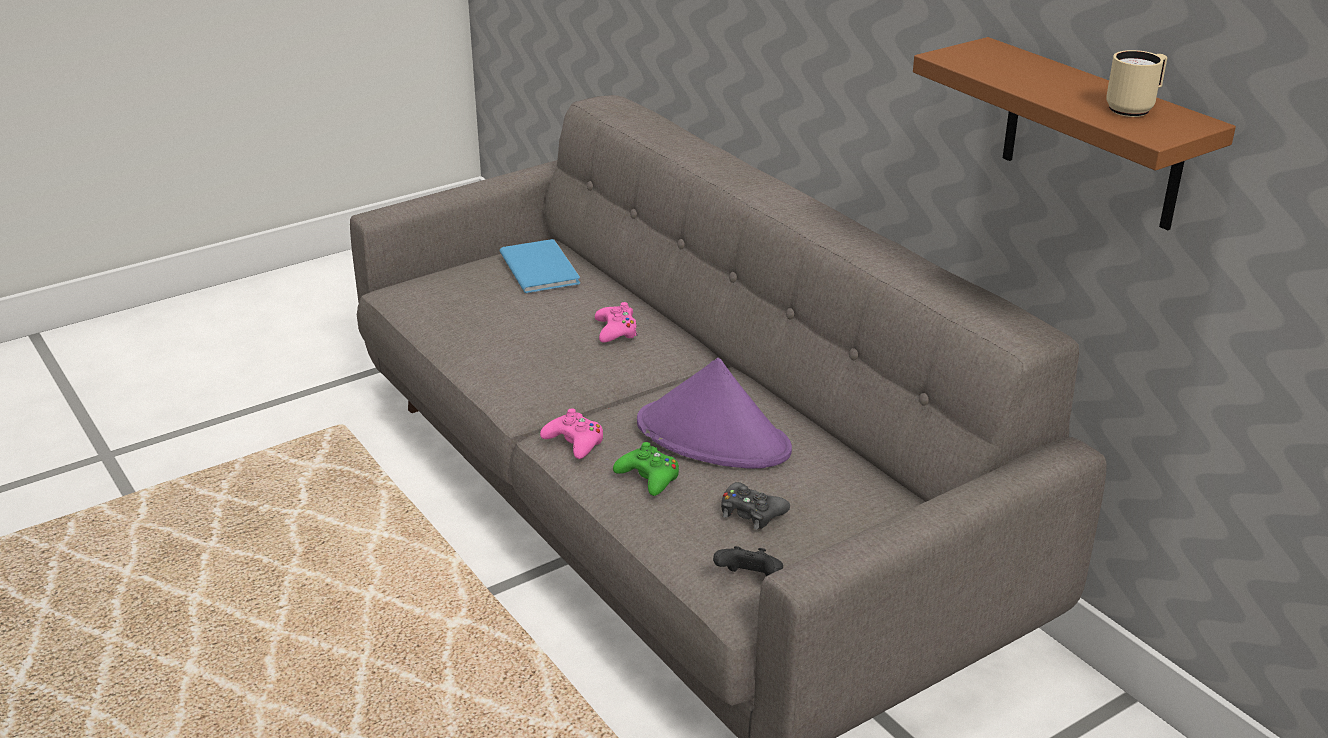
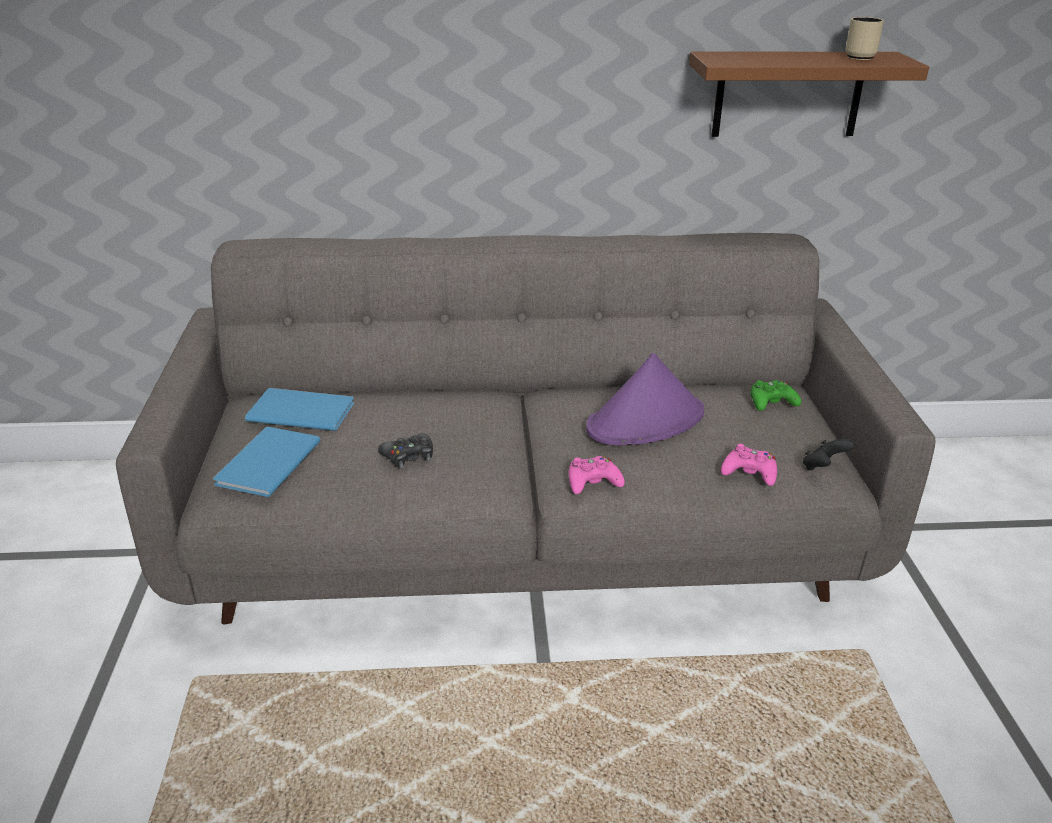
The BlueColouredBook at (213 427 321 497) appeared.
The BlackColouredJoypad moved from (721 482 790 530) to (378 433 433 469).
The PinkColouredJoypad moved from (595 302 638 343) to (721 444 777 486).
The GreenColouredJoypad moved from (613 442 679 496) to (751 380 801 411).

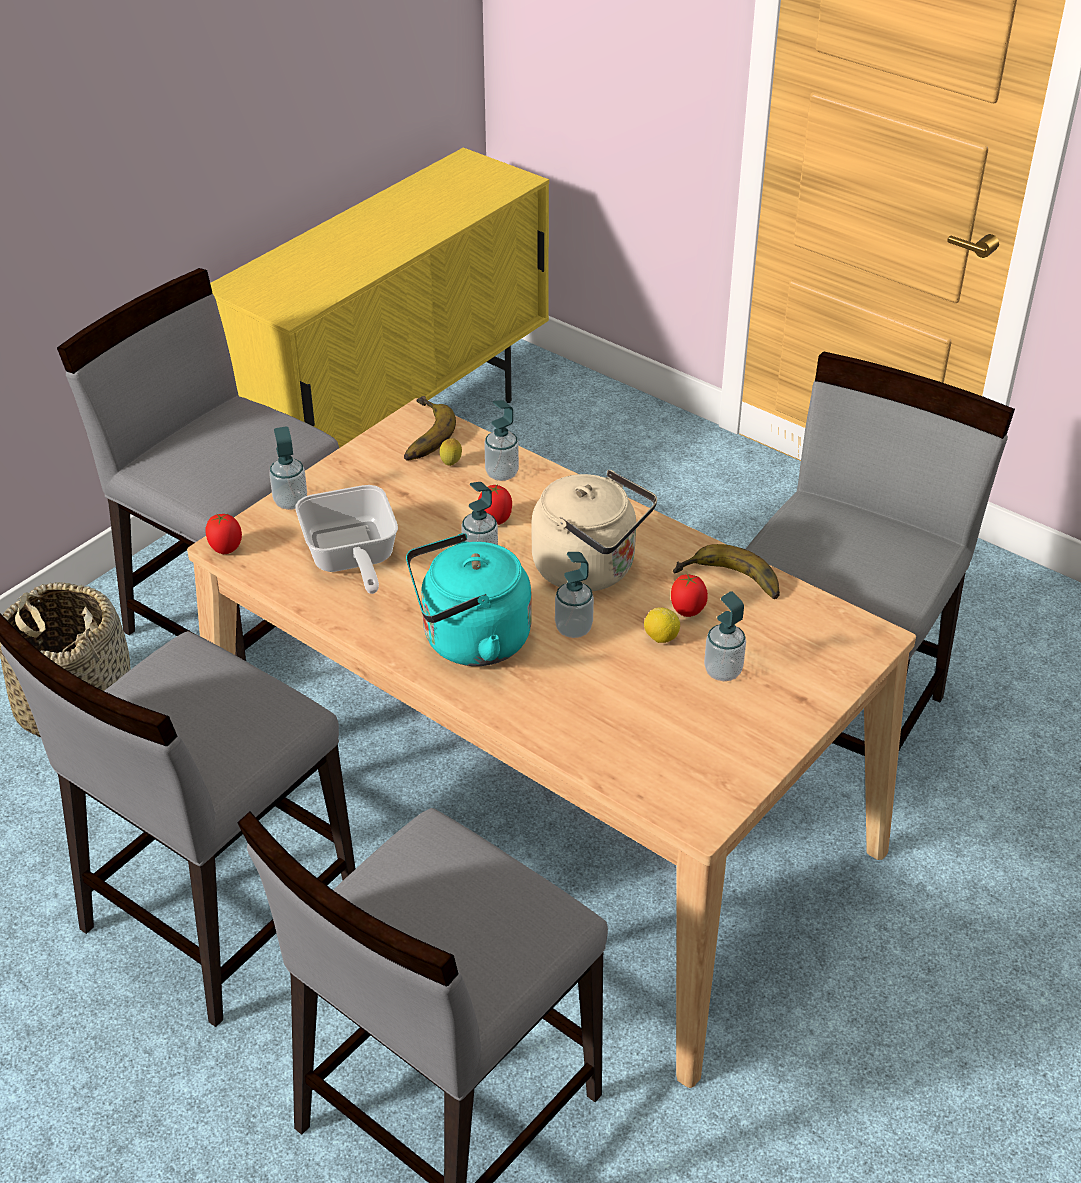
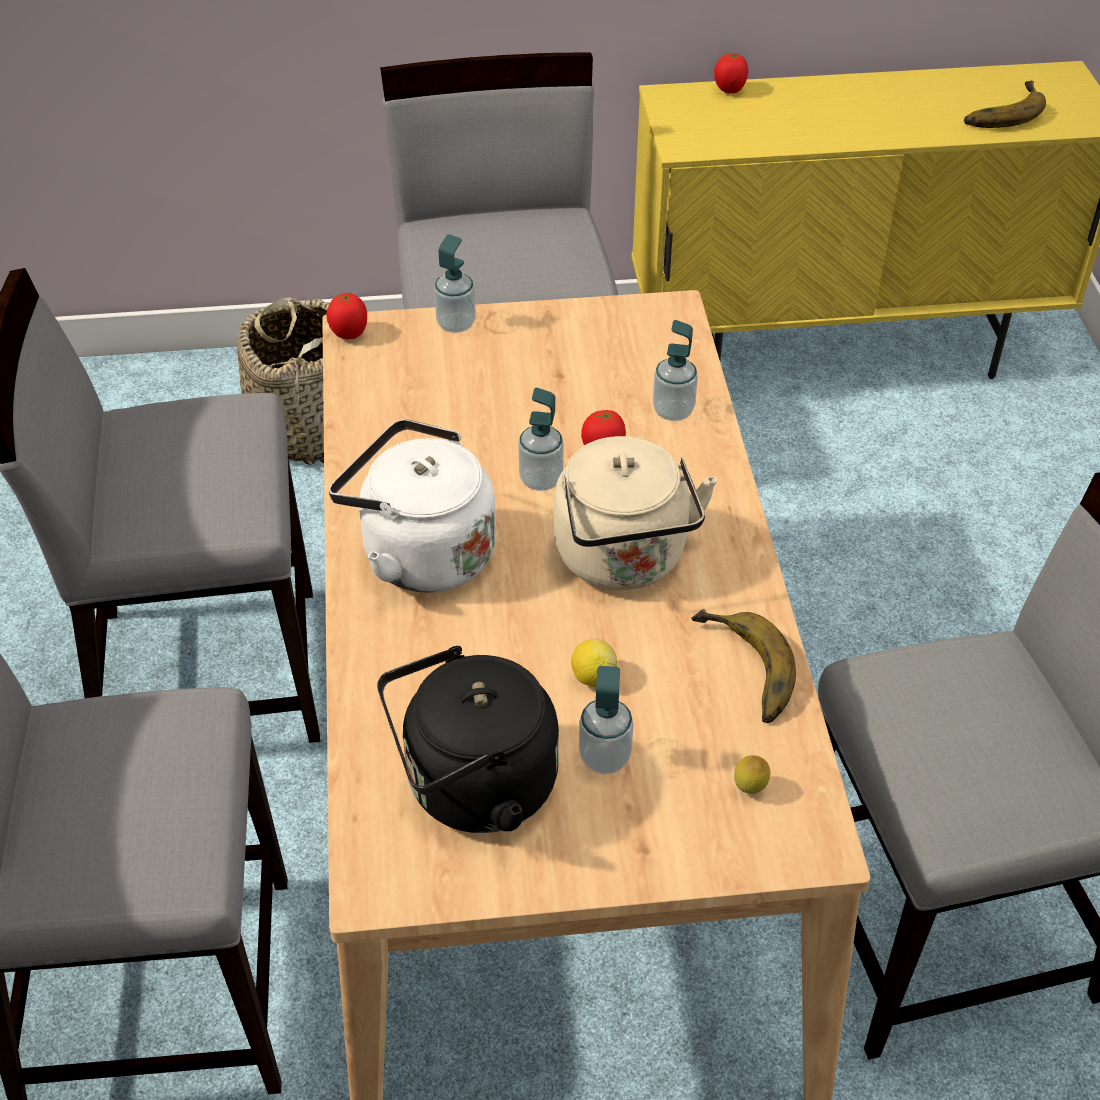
The BlueGreenKettle at (406 533 532 666) became the WhitishKettle at (329 419 496 593).
The BlackColouredKettle at (377 646 559 833) appeared.
The WholeTomato moved from (671 574 708 617) to (714 53 748 94).
The Lemon moved from (439 438 462 466) to (734 755 771 794).
The Banana moved from (404 396 456 460) to (964 81 1046 128).
The Skillet at (295 485 398 594) disappeared.
The LiquidSoapBottle at (555 552 594 638) disappeared.

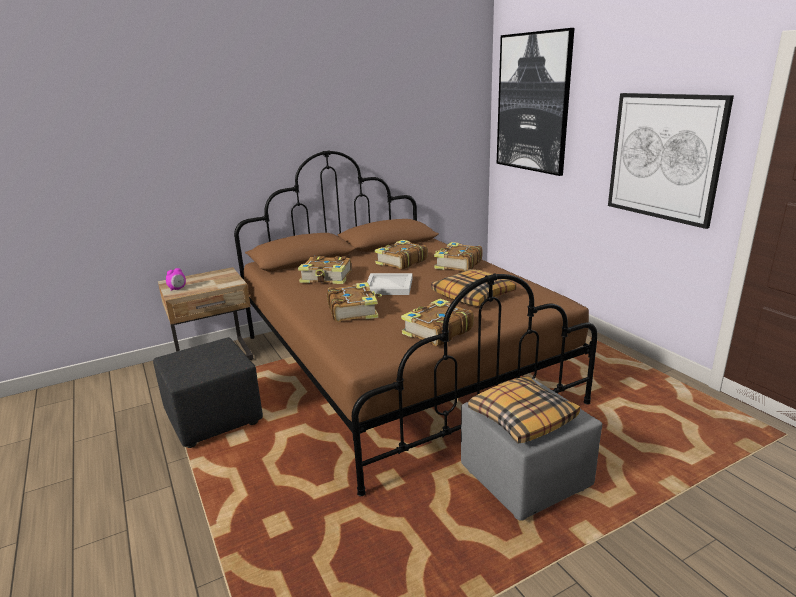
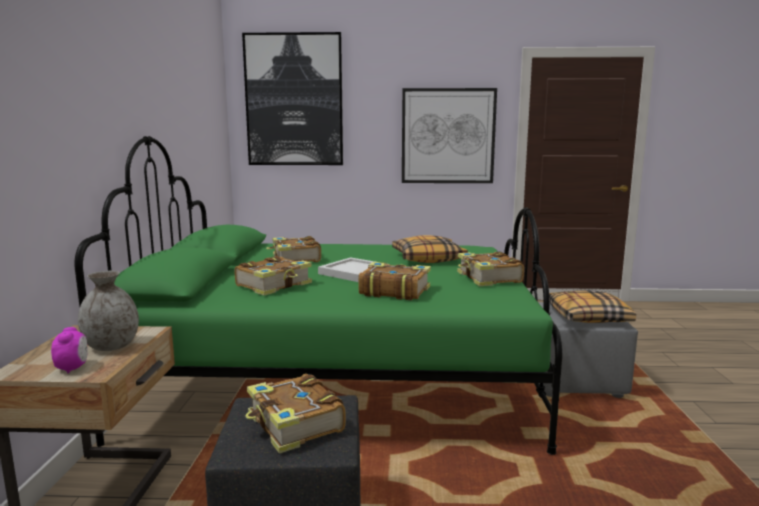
The BrownColouredBed at (234 150 598 496) became the GreenColouredBed at (74 136 562 455).
The GreyVase at (78 271 139 351) appeared.
The Book moved from (434 242 483 271) to (245 374 346 454).

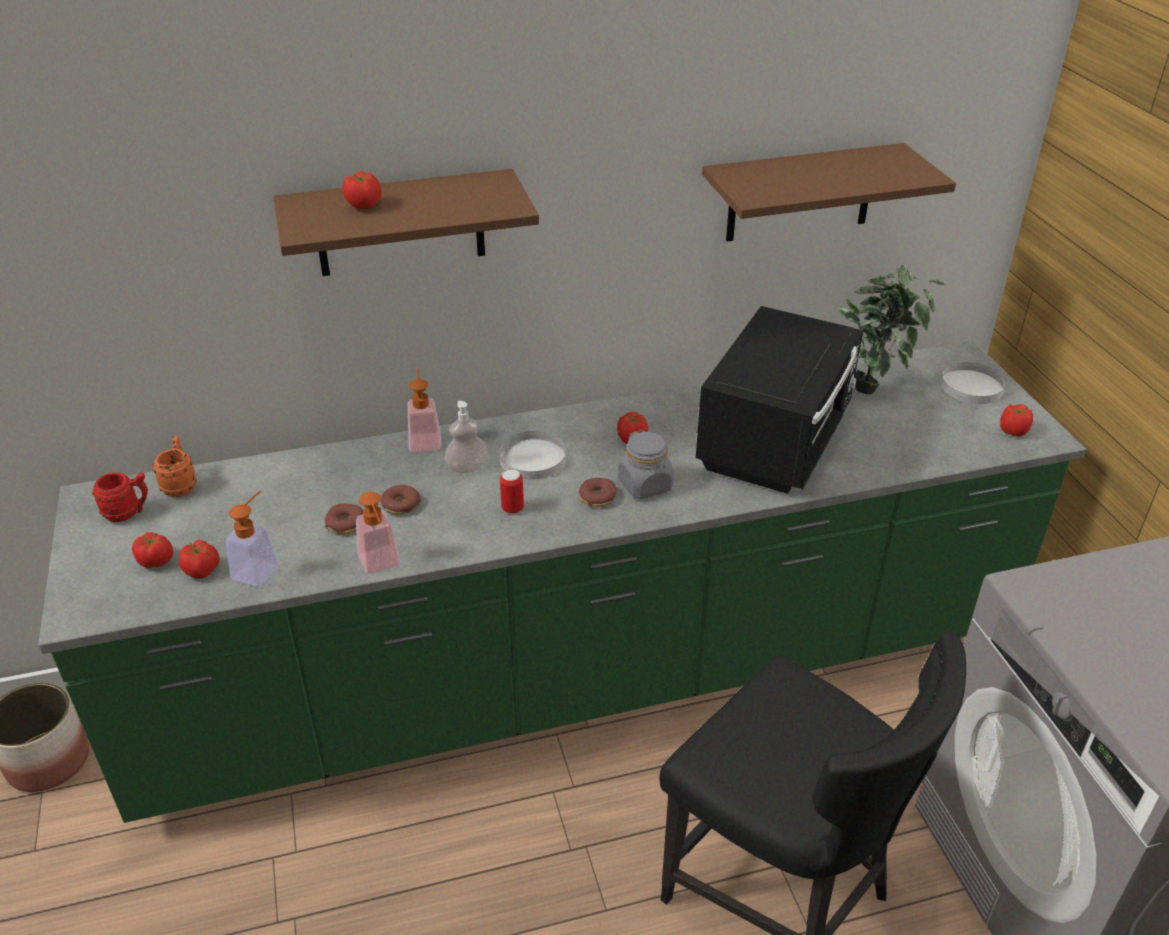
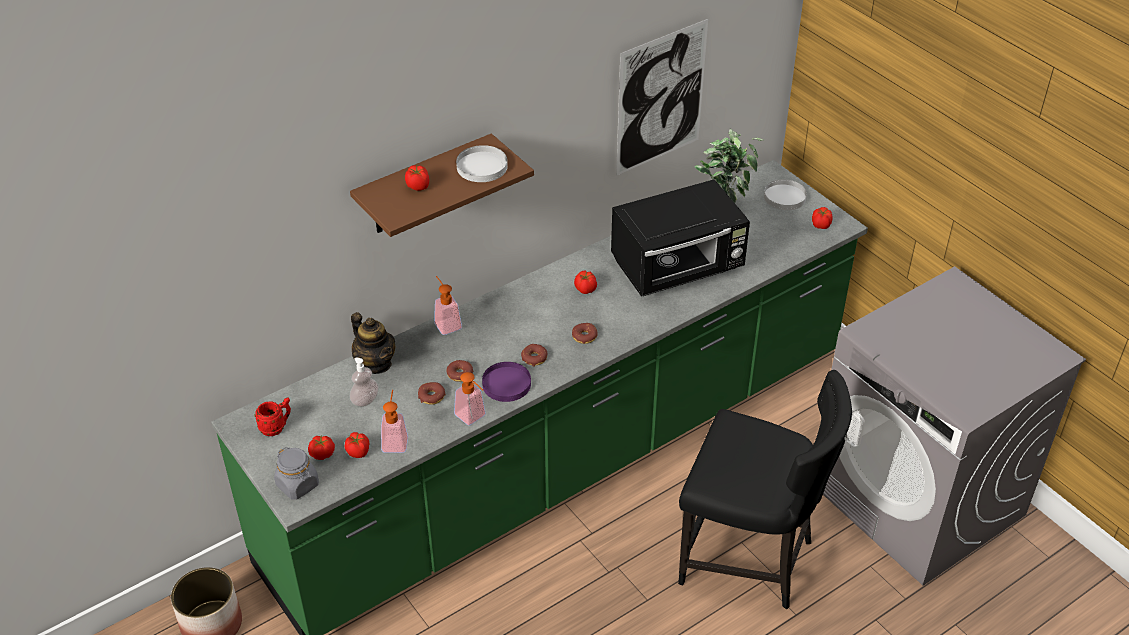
The GreyStorageJar moved from (618 430 674 499) to (274 447 319 500).
The LiquidSoapBottle moved from (445 400 488 473) to (349 358 379 407).
The PotForTea at (351 312 395 374) appeared.
The WhitishPlate moved from (499 431 566 480) to (456 145 508 182).
The PurplishPlate at (482 362 531 402) appeared.
The Can at (500 469 524 514) was replaced by the Donut at (521 344 547 367).
The BlackColouredMicrowave at (696 306 863 494) turned 60 degrees clockwise.
The BrownColouredBracketShelf at (702 143 956 242) was replaced by the WallPicture at (616 19 708 176).
The OrangeColouredCoffeeMug at (153 436 197 497) disappeared.

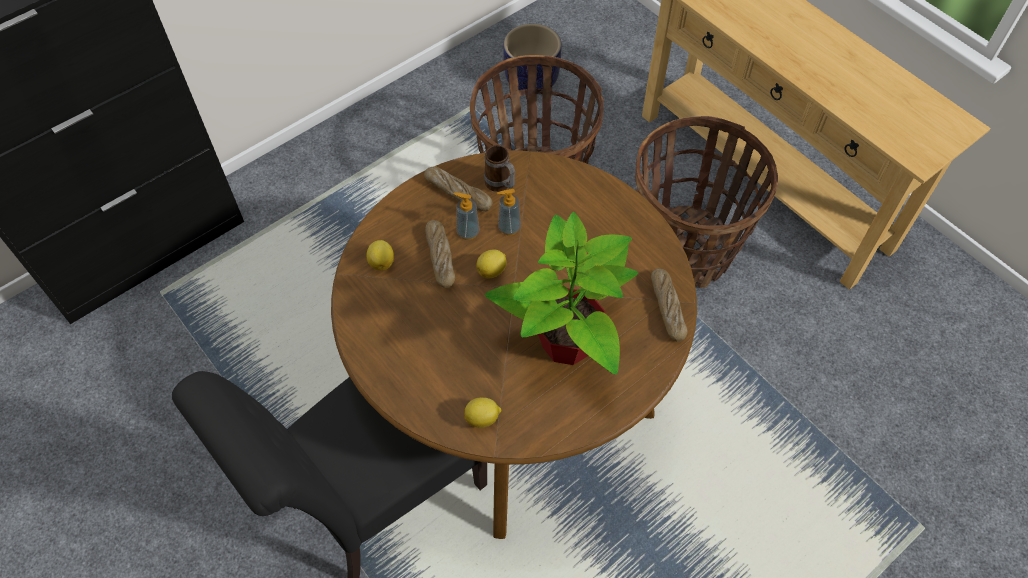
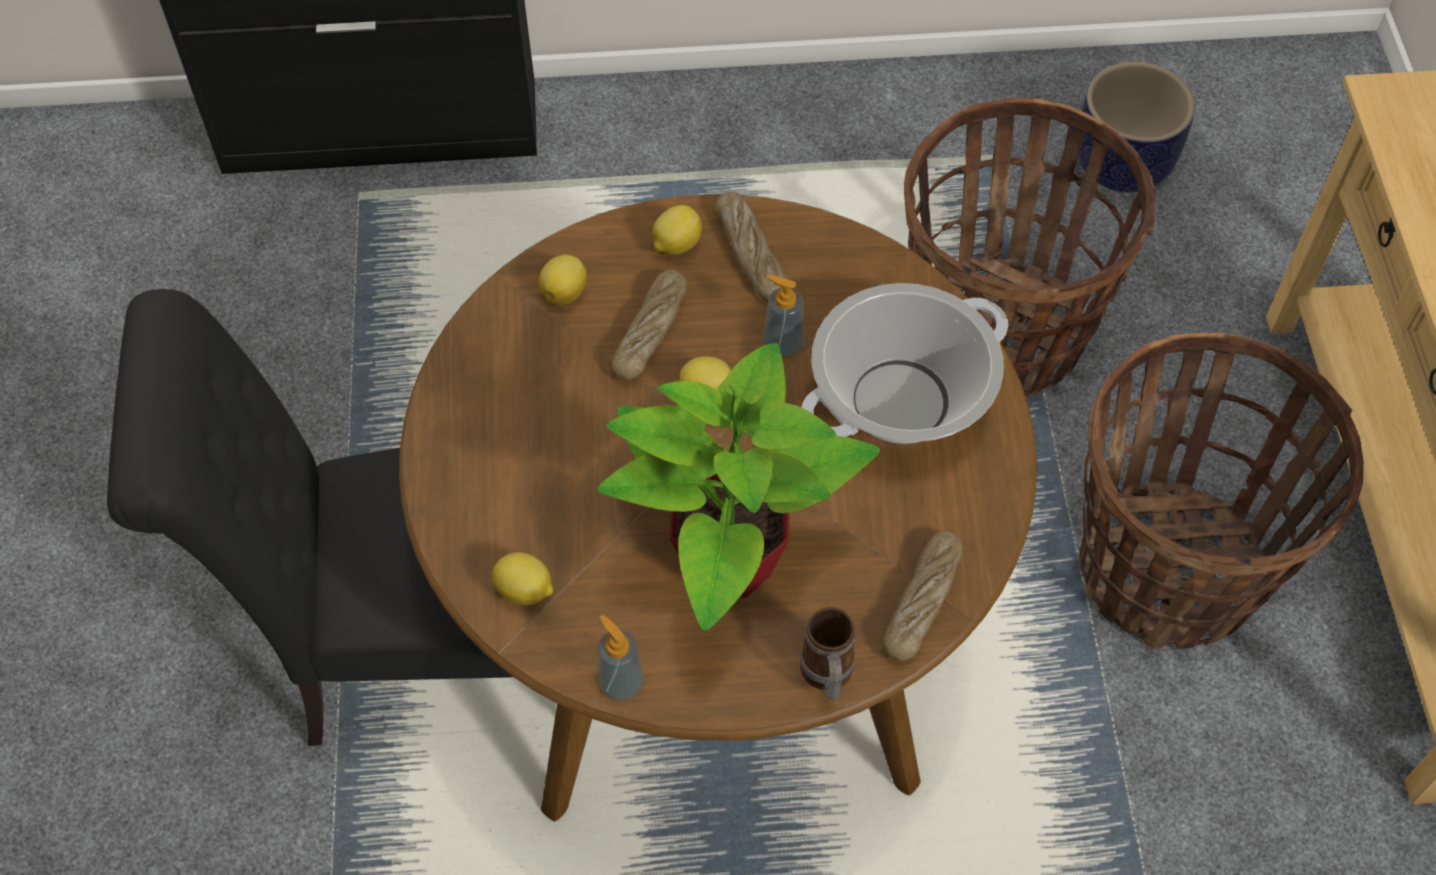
The LiquidSoapBottle moved from (454 193 480 240) to (598 615 644 701).
The Lemon at (652 205 702 255) appeared.
The CoffeeMug moved from (484 145 515 192) to (800 607 855 699).
The CookingPot at (802 283 1008 444) appeared.

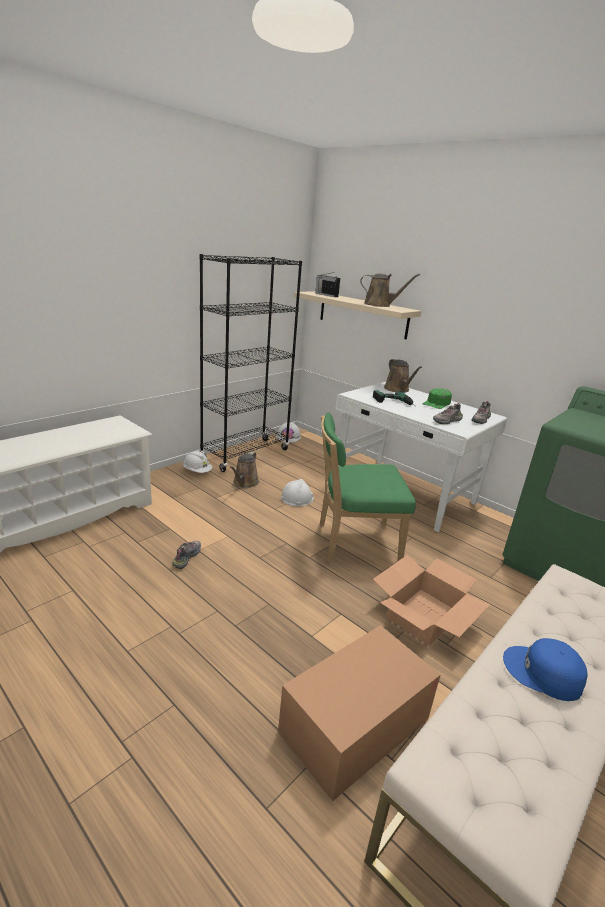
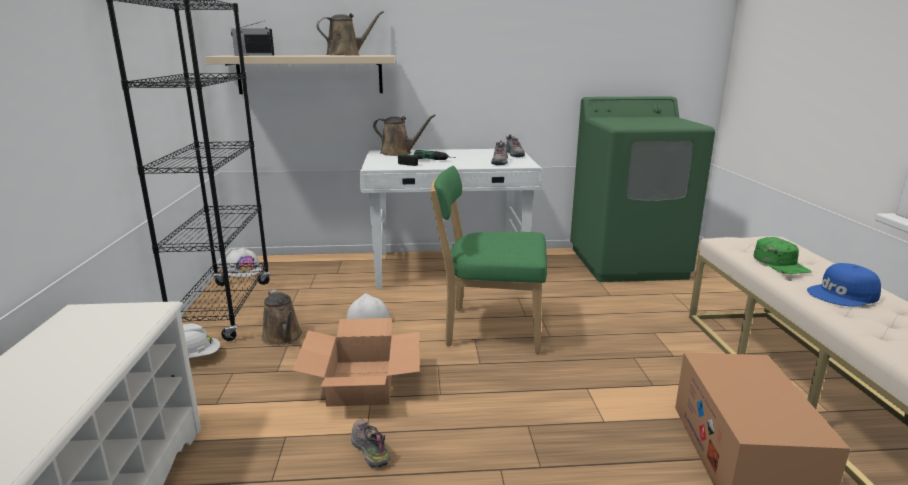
The PackingBox moved from (373 555 490 646) to (292 318 419 407).
The GreenColouredUprightChair at (320 412 416 563) turned 60 degrees clockwise.
The GreenColouredBaseballCap moved from (423 388 452 409) to (754 237 812 274).

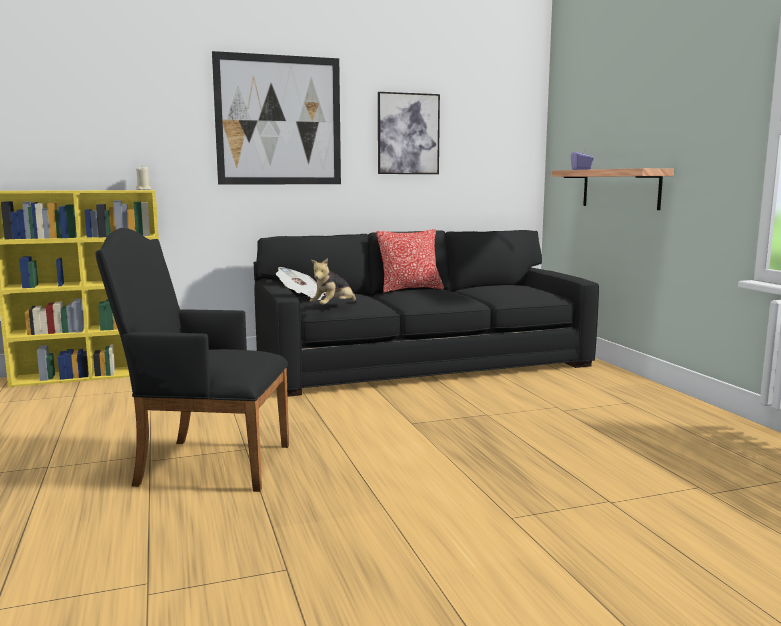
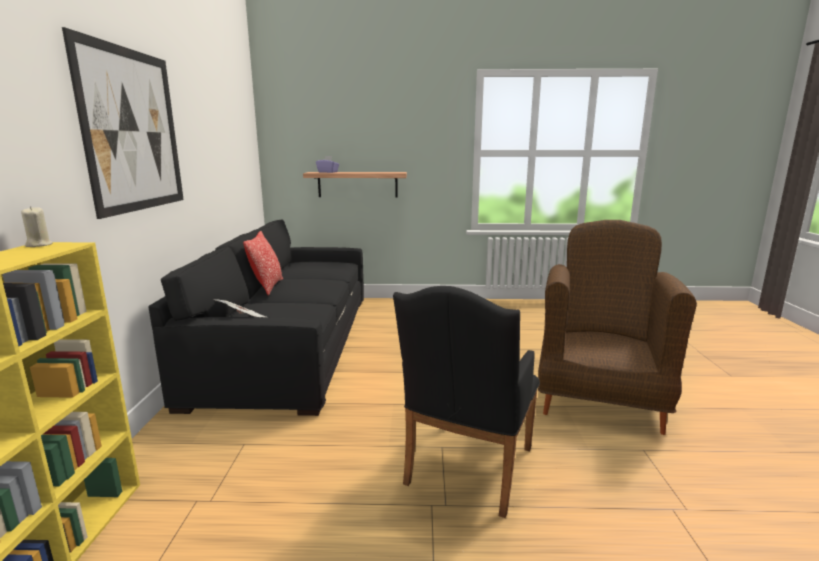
The BrownColouredArmchair at (538 220 697 435) appeared.
The PlushToy at (310 258 357 305) disappeared.
The WallPicture at (378 92 440 174) disappeared.

